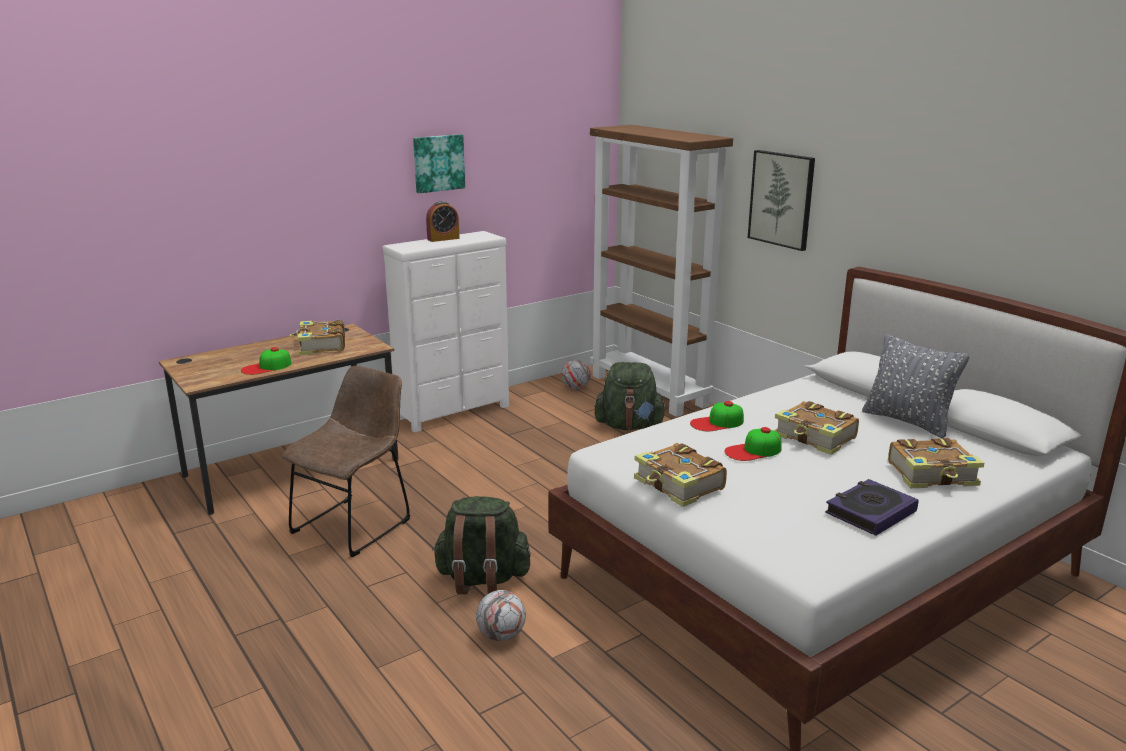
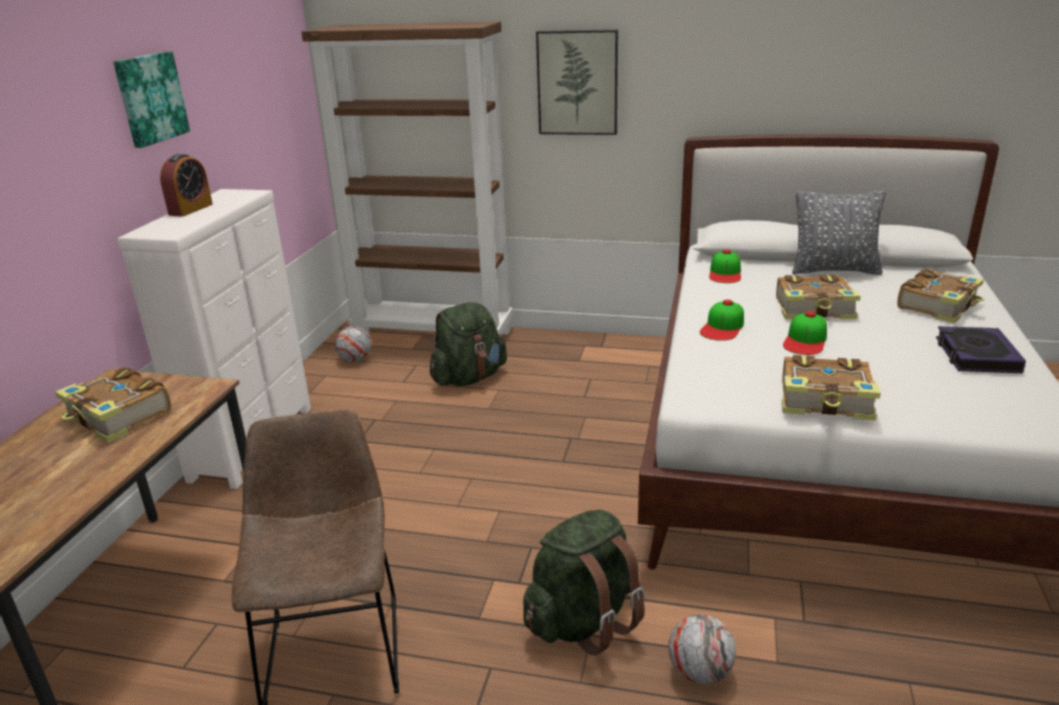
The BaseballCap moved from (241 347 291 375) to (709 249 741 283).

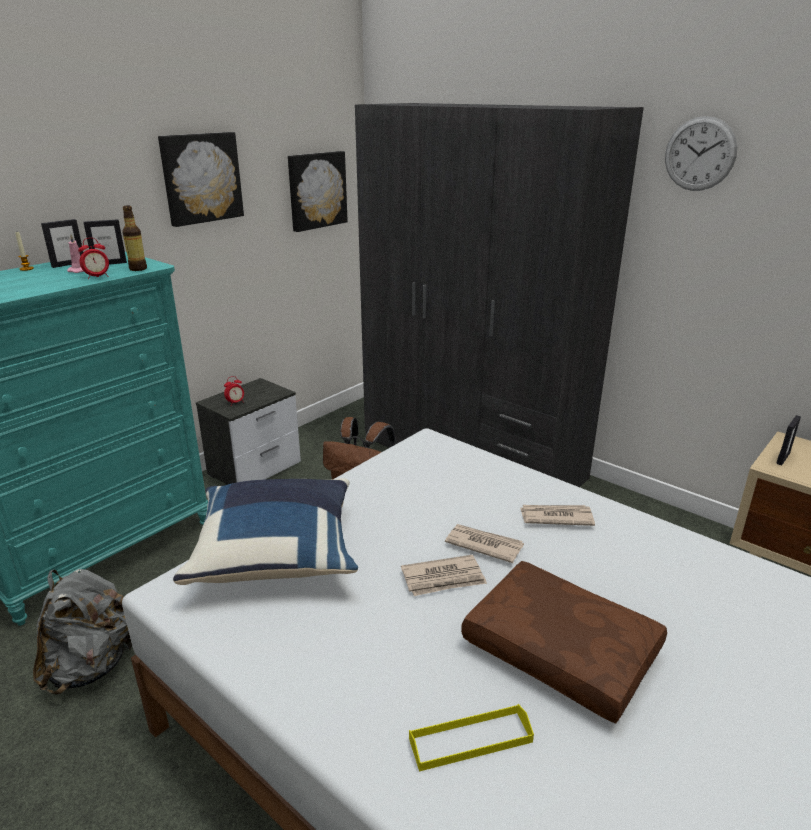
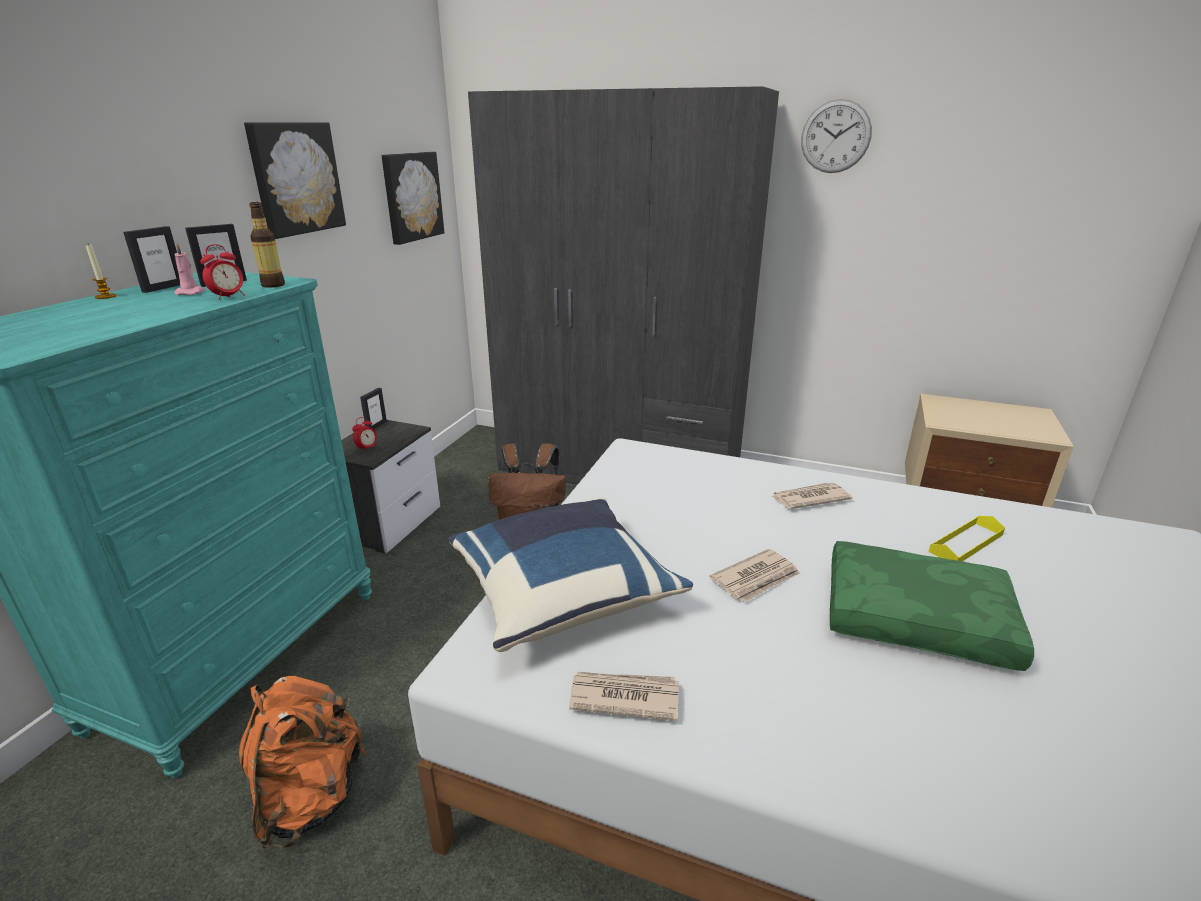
The GreyRucksack at (33 569 132 695) became the OrangeColouredRucksack at (239 676 367 848).
The PictureFrame moved from (777 415 801 465) to (360 388 387 429).
The DailyPaper moved from (445 524 524 563) to (569 672 679 721).
The BrownColouredPillow at (461 561 667 724) became the GreenColouredPillow at (830 541 1034 671).
The YellowColouredTray moved from (409 704 534 772) to (928 516 1005 561).

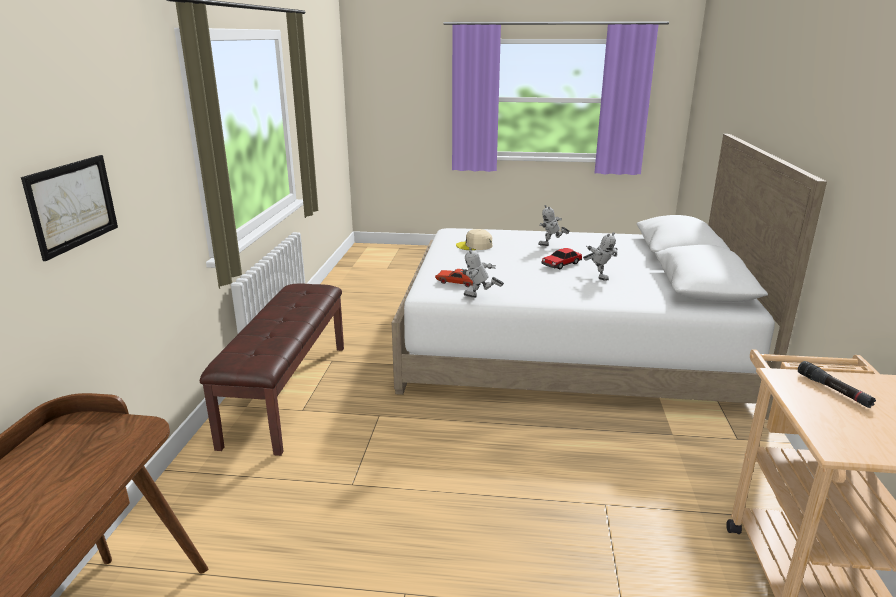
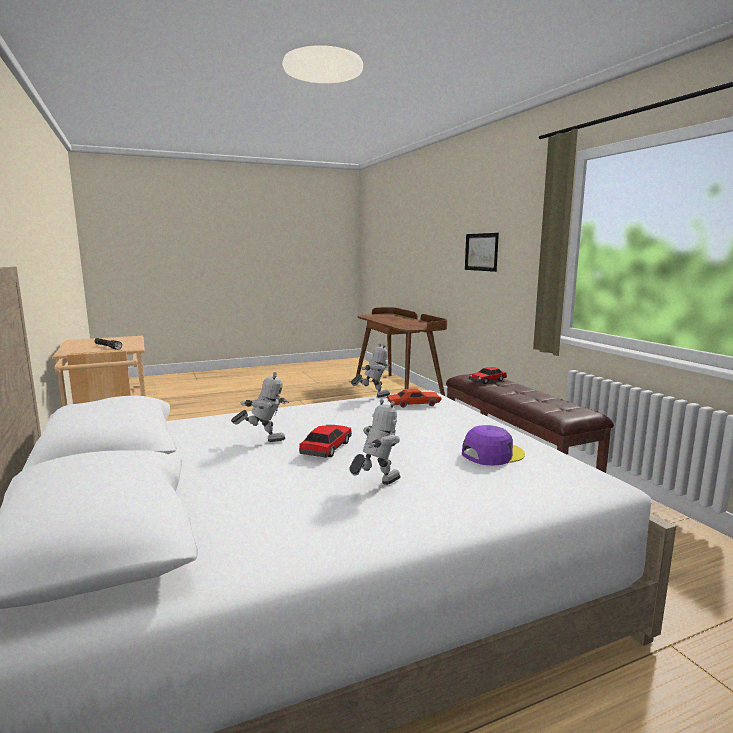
The ToyRobot at (583 232 618 281) turned 150 degrees clockwise.
The BeigeColouredBaseballCap at (456 229 492 250) became the PurplishBaseballCap at (462 425 525 466).
The ToyCar at (469 367 507 384) appeared.

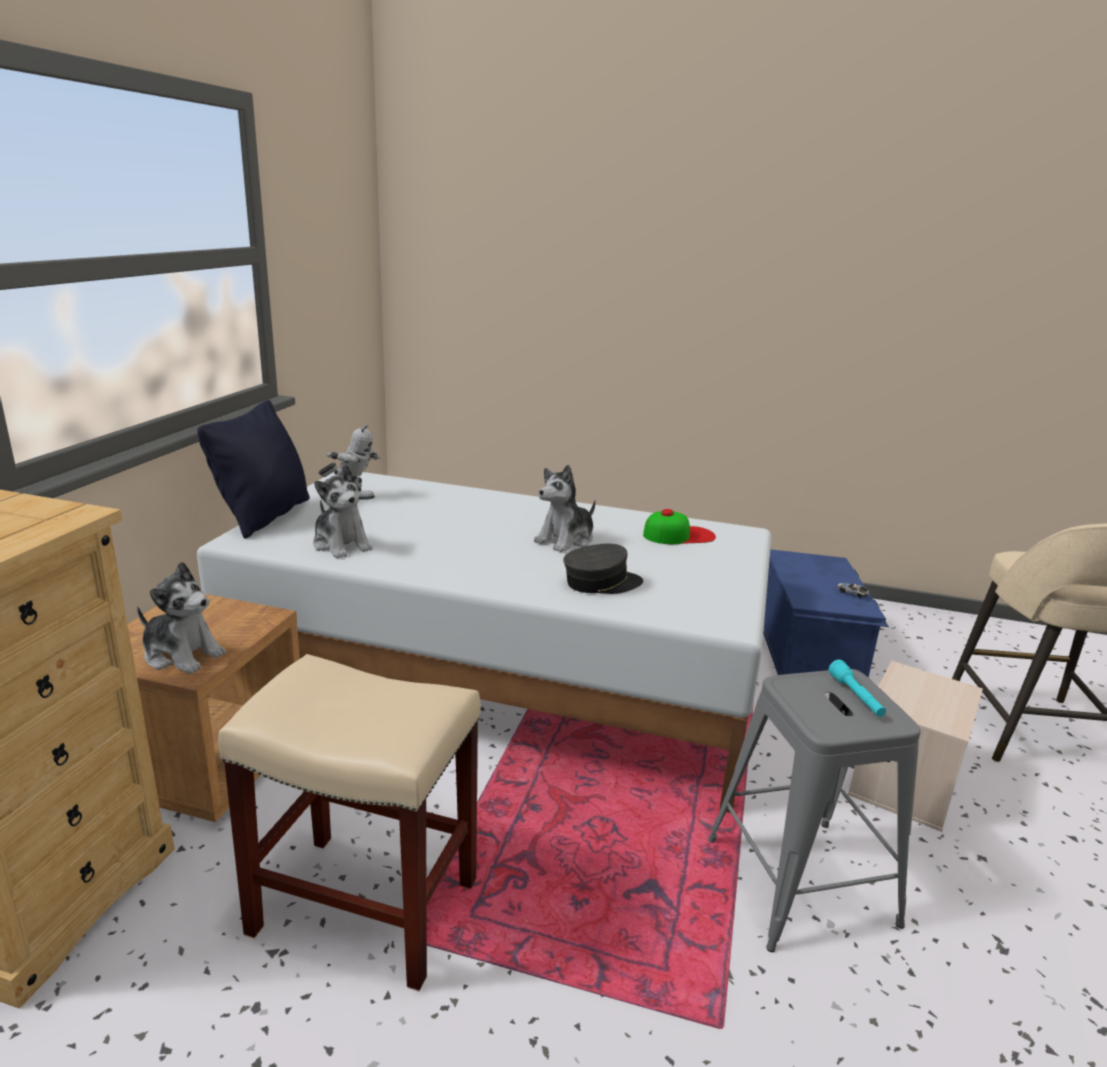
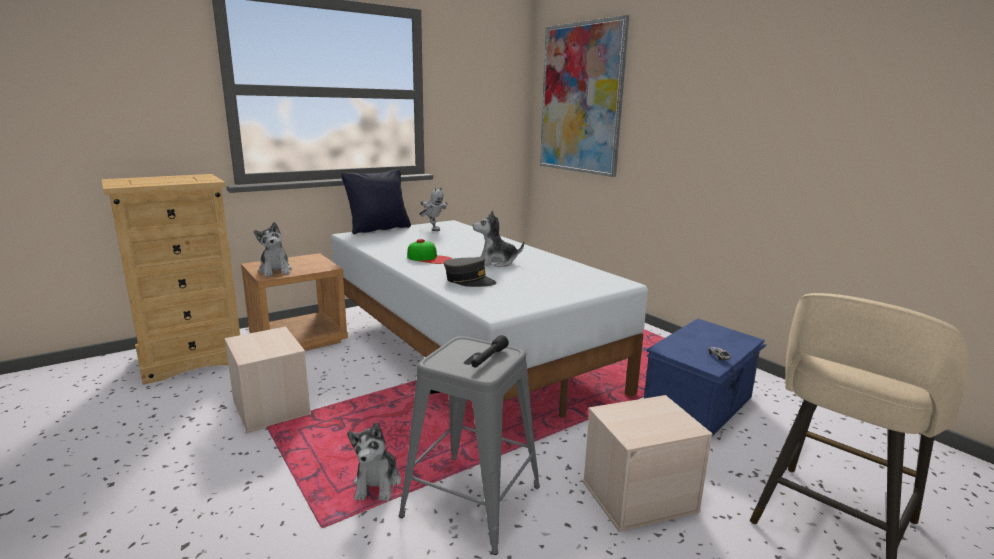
The BeigeColouredSittingStool at (218 654 481 991) was replaced by the BeigeColouredStorageContainer at (224 327 311 433).
The PlushToy moved from (313 464 373 558) to (347 423 401 502).
The BaseballCap moved from (643 509 716 544) to (407 239 453 264).
The BlueGreenTorch at (829 660 886 717) became the BlackColouredTorch at (471 335 509 368).
The WallPicture at (540 15 629 177) appeared.

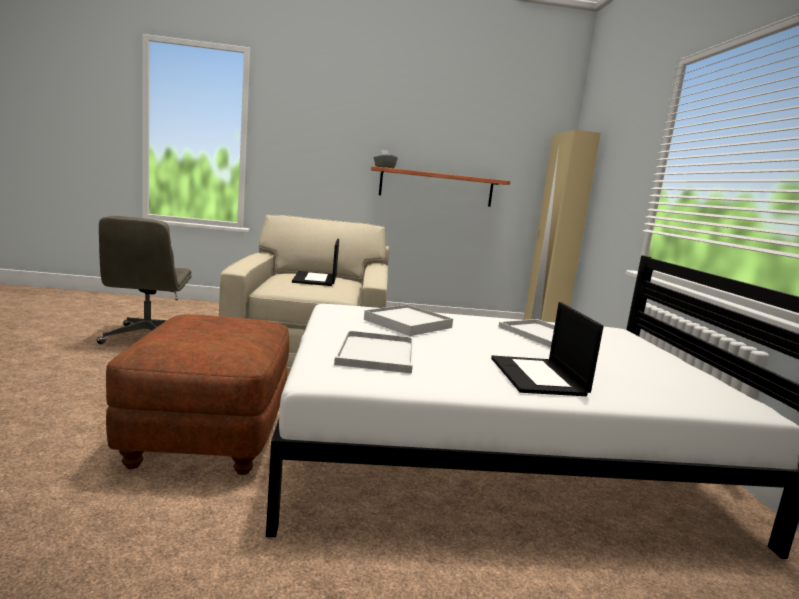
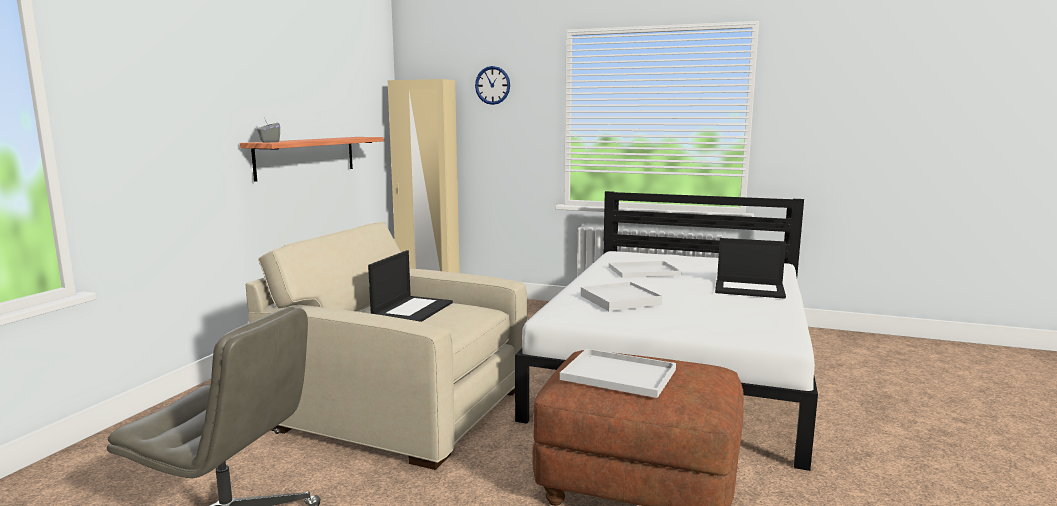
The NotebookComputer at (292 239 339 286) turned 90 degrees counterclockwise.
The WallClock at (475 66 510 105) appeared.
The WhitishTray moved from (334 330 413 373) to (560 349 676 398).

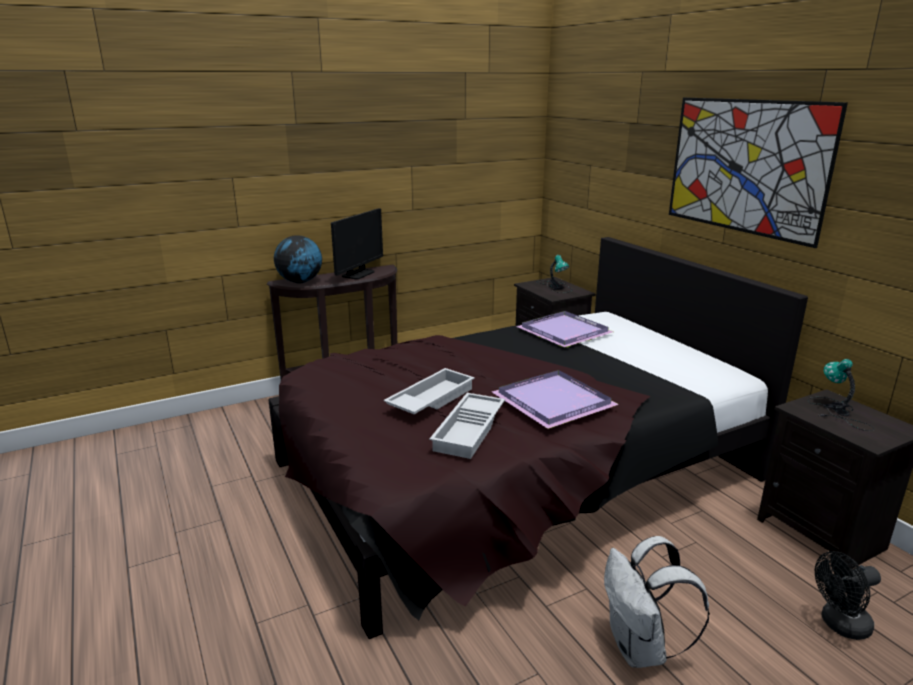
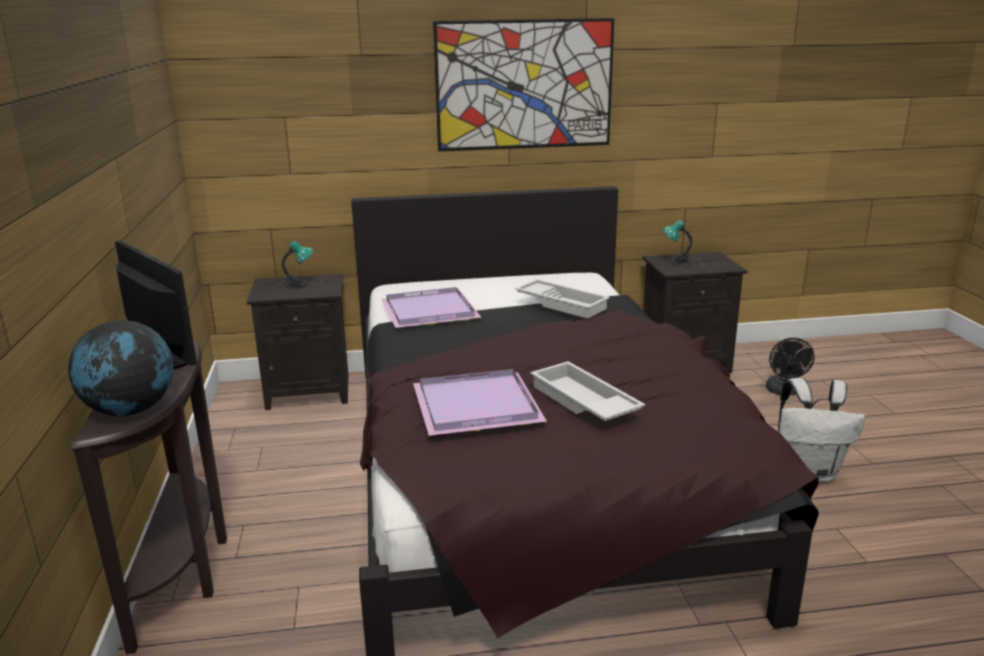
The PurplishTray moved from (492 370 619 429) to (413 369 547 436).
The WhitishTray moved from (429 393 505 459) to (515 279 610 319).

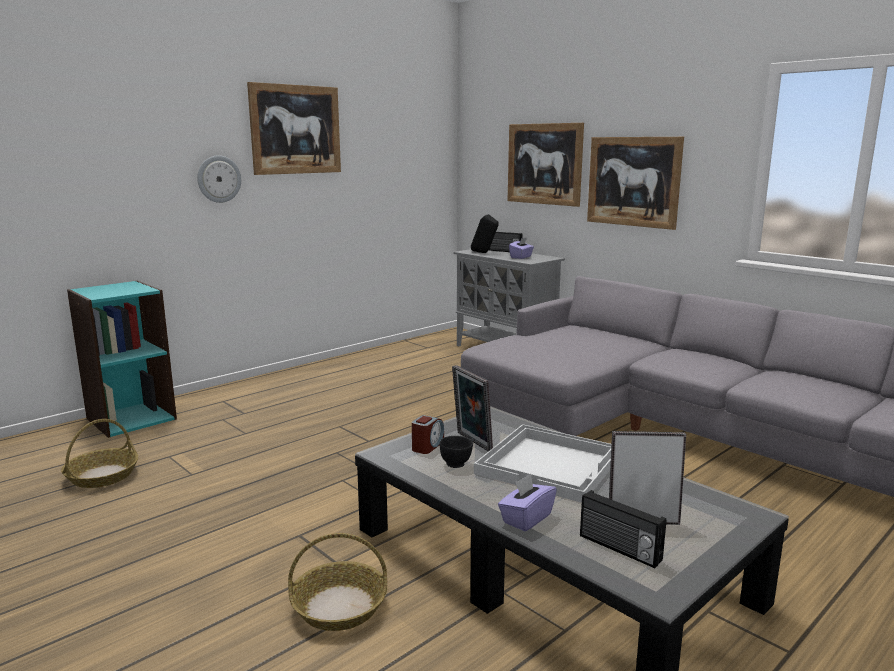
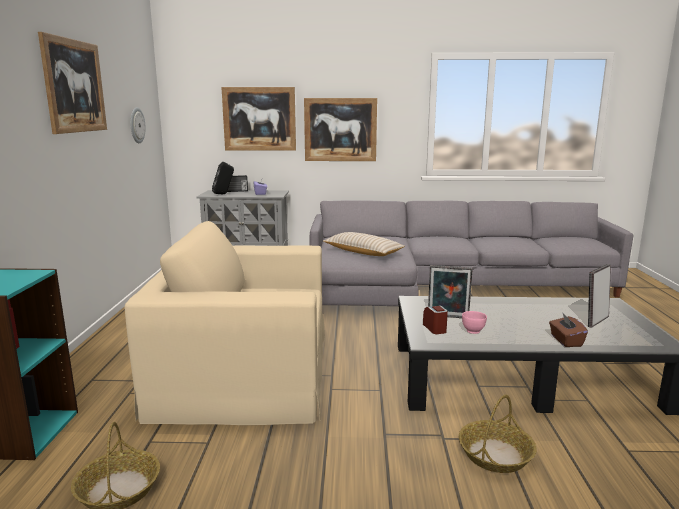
The BeigeColouredArmchair at (125 221 325 425) appeared.
The WallClock moved from (197 155 241 203) to (130 107 146 143).
The BeigeColouredPillow at (323 232 405 256) appeared.
The BlackColouredServingBowl at (440 436 473 468) became the PinkColouredServingBowl at (462 311 487 334).
The PurplishTissueHolder at (498 474 557 531) became the BrownColouredTissueHolder at (549 312 588 347).
The WhitishTray at (474 424 611 503) disappeared.
The RadioSet at (580 490 666 568) disappeared.

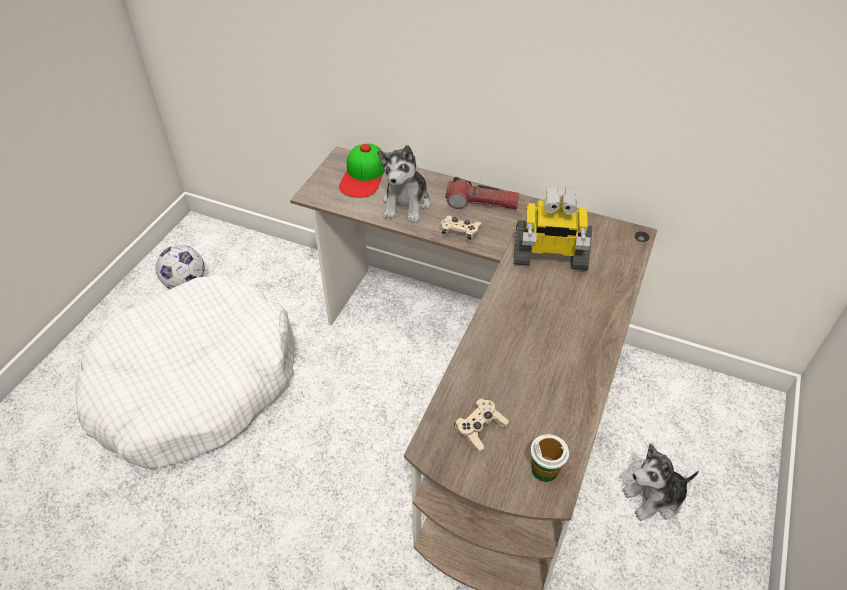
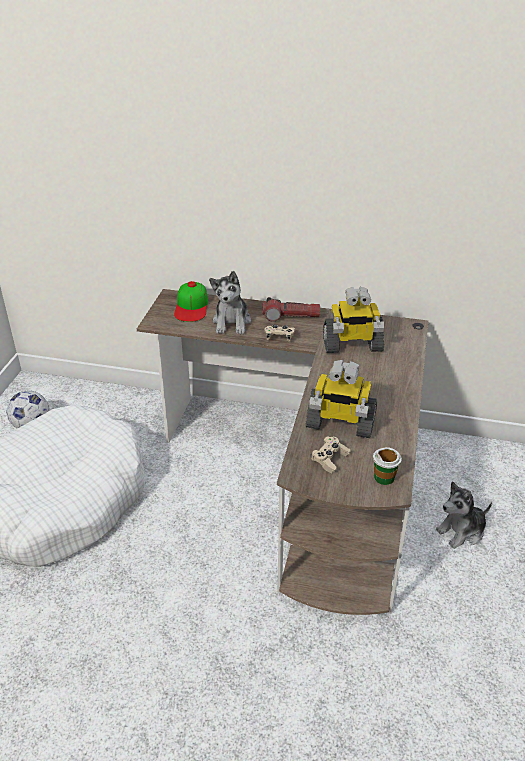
The ToyRobot at (305 360 377 438) appeared.

